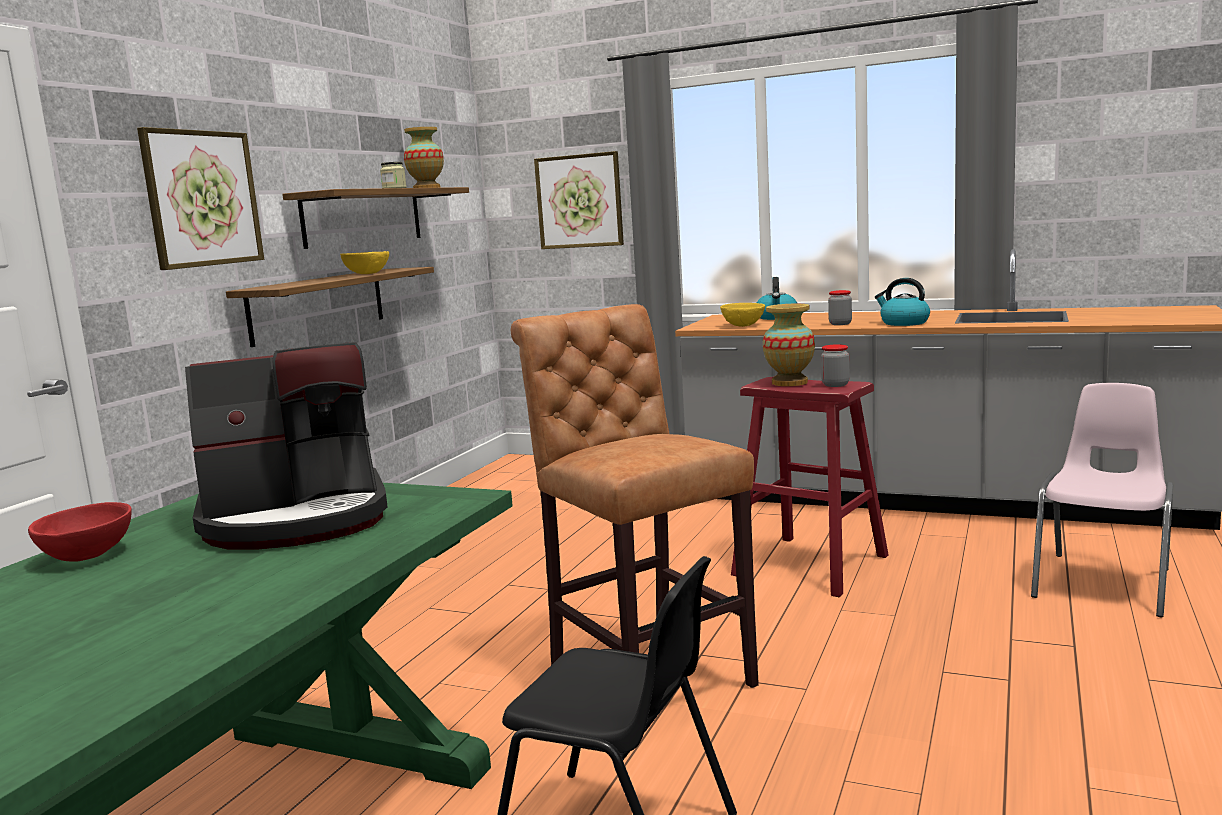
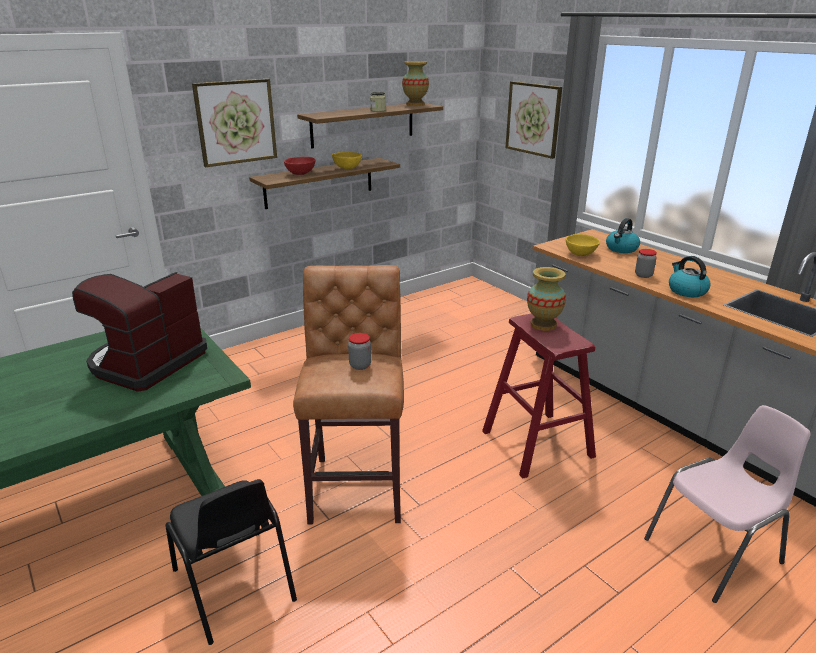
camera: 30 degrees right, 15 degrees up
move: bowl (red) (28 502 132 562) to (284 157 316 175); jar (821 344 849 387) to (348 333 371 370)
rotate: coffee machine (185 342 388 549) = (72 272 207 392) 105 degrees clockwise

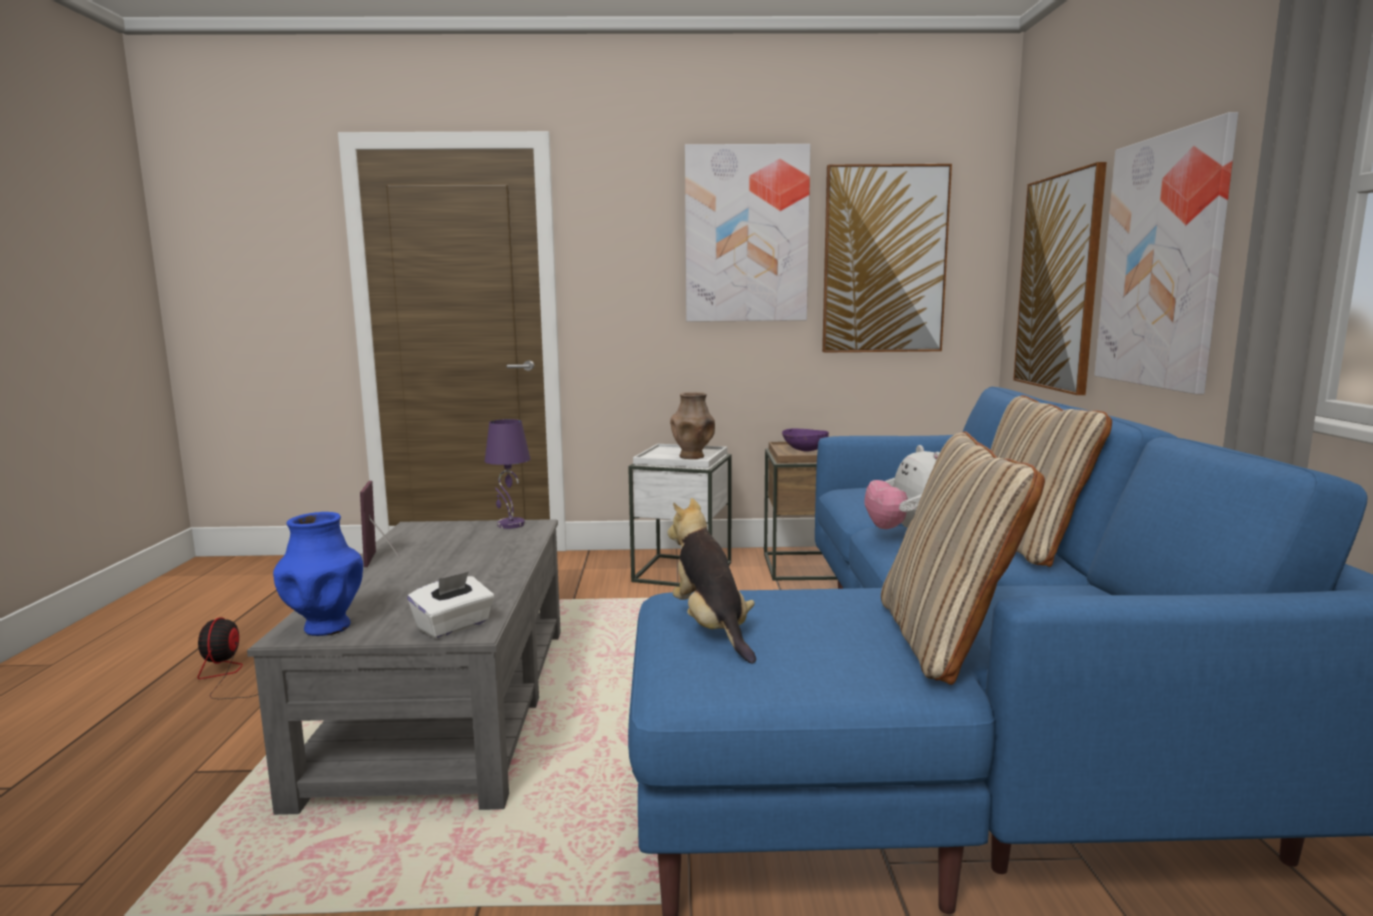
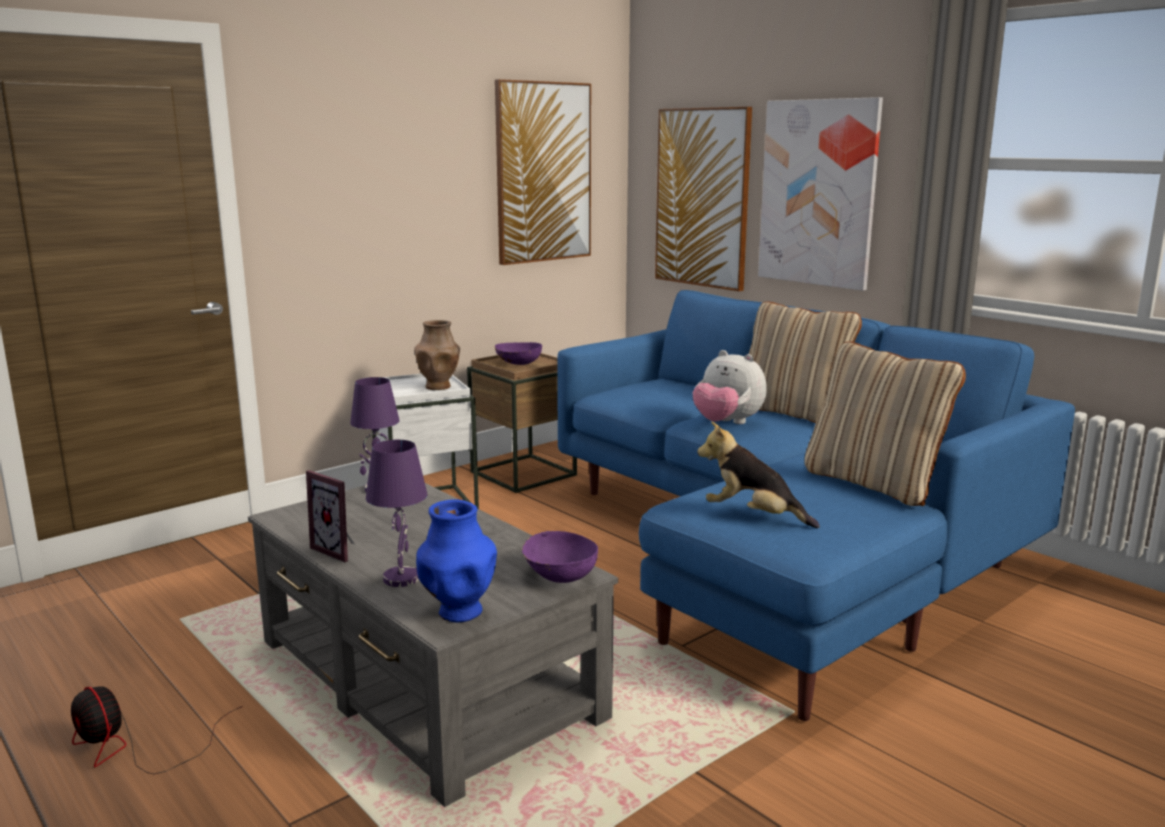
camera: 40 degrees left, 5 degrees up
delete: picture (685 144 811 322)
insert: table lamp (purple) (366 440 427 587)
replace: tissue box (white) (407 571 494 639) to bowl (purple) (522 531 598 583)

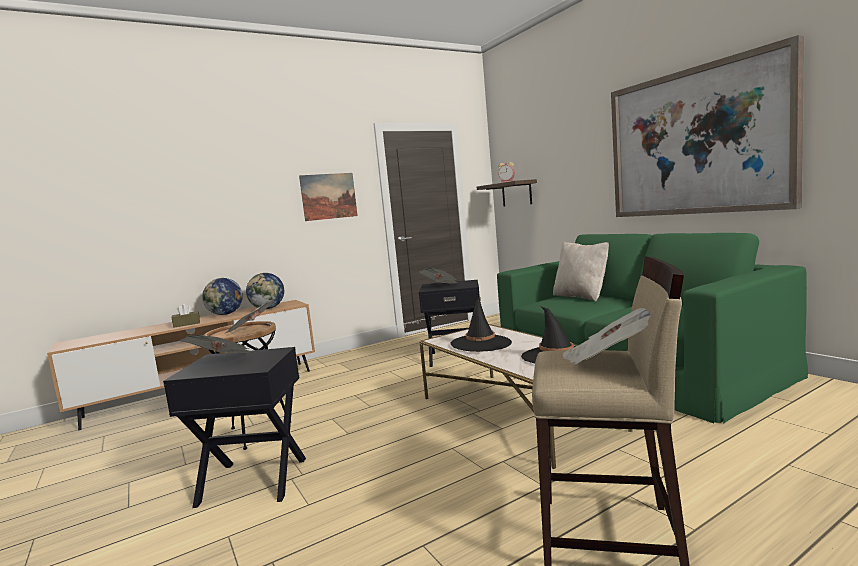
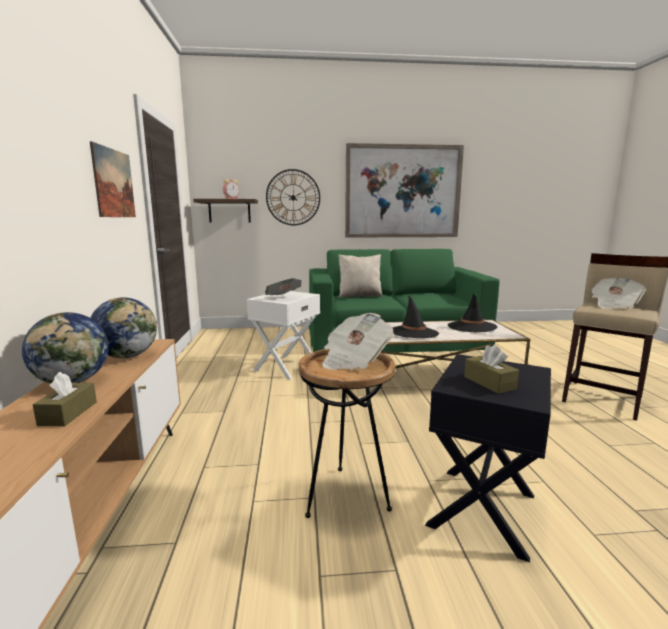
camera: 65 degrees left, 5 degrees up
insert: wall clock (266 169 320 226)
replace: newspaper (180 335 253 353) to tissue box (brown) (464 345 519 394)
recolor: side table (black) (419 280 480 367) to side table (white) (247 291 320 380)

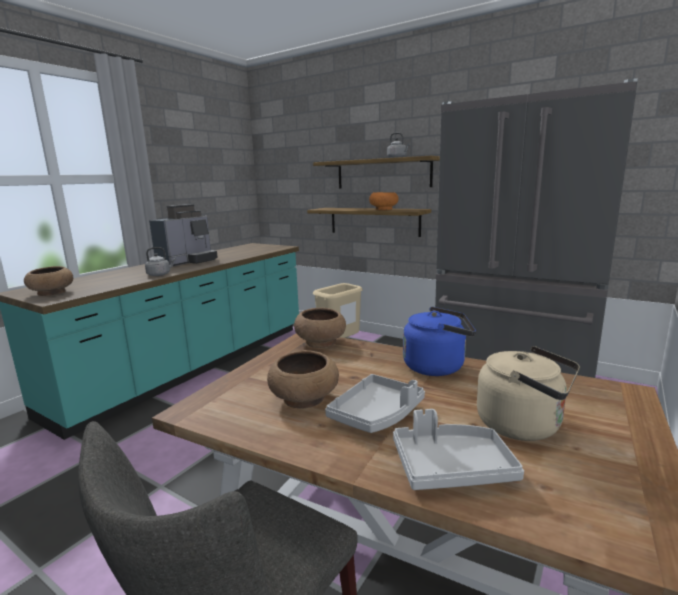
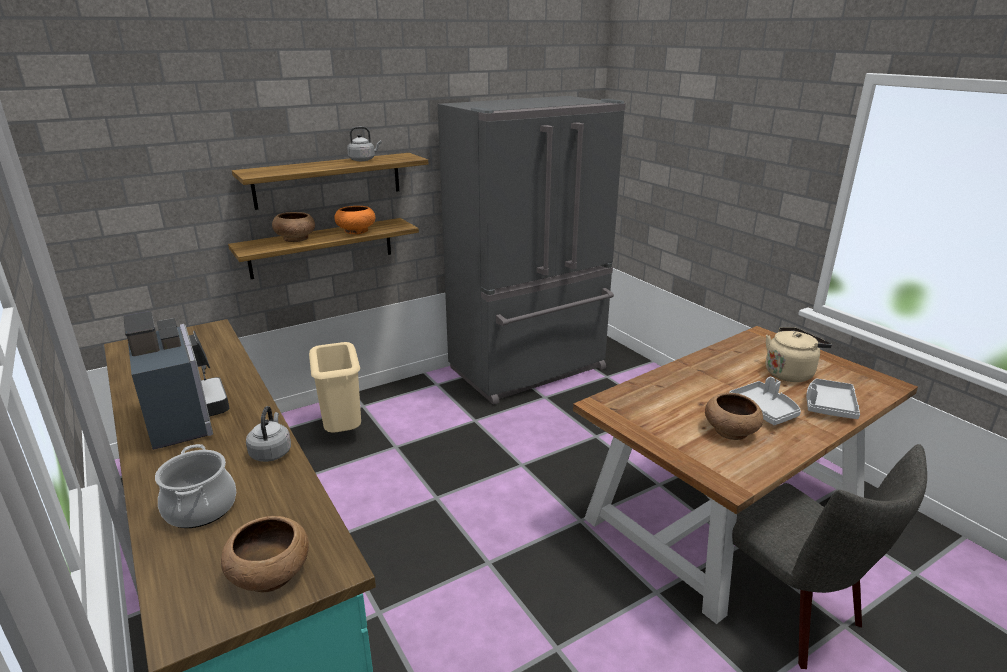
camera: 65 degrees left, 10 degrees up
delete: kettle (blue) (403 307 476 376)
insert: cooking pot (155 444 236 528)
move: bowl (brown) (294 308 346 348) to (272 212 315 242)

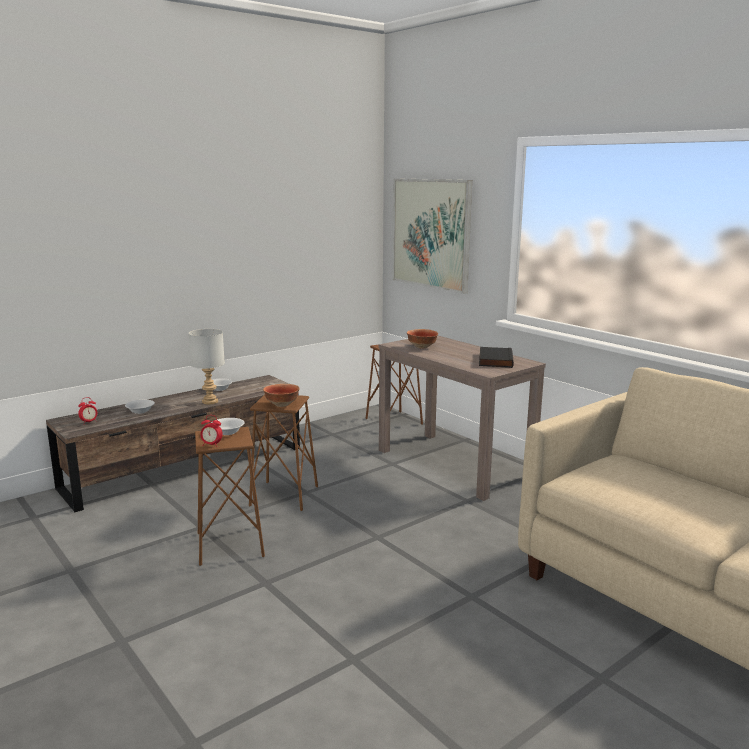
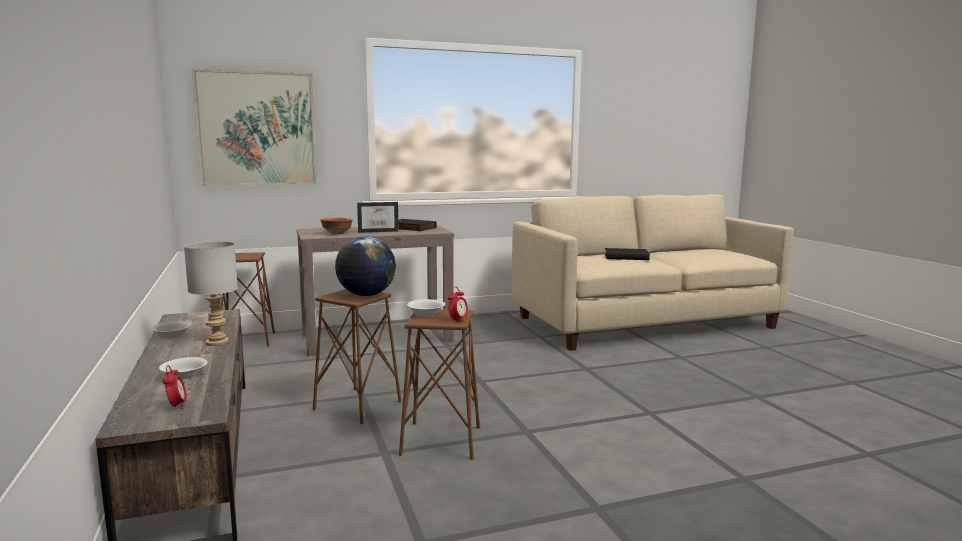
camera: 70 degrees left, 5 degrees down
insert: picture frame (357 202 399 233); book (black) (605 248 650 260)
replace: bowl (263 384 300 407) to globe (335 236 396 296)

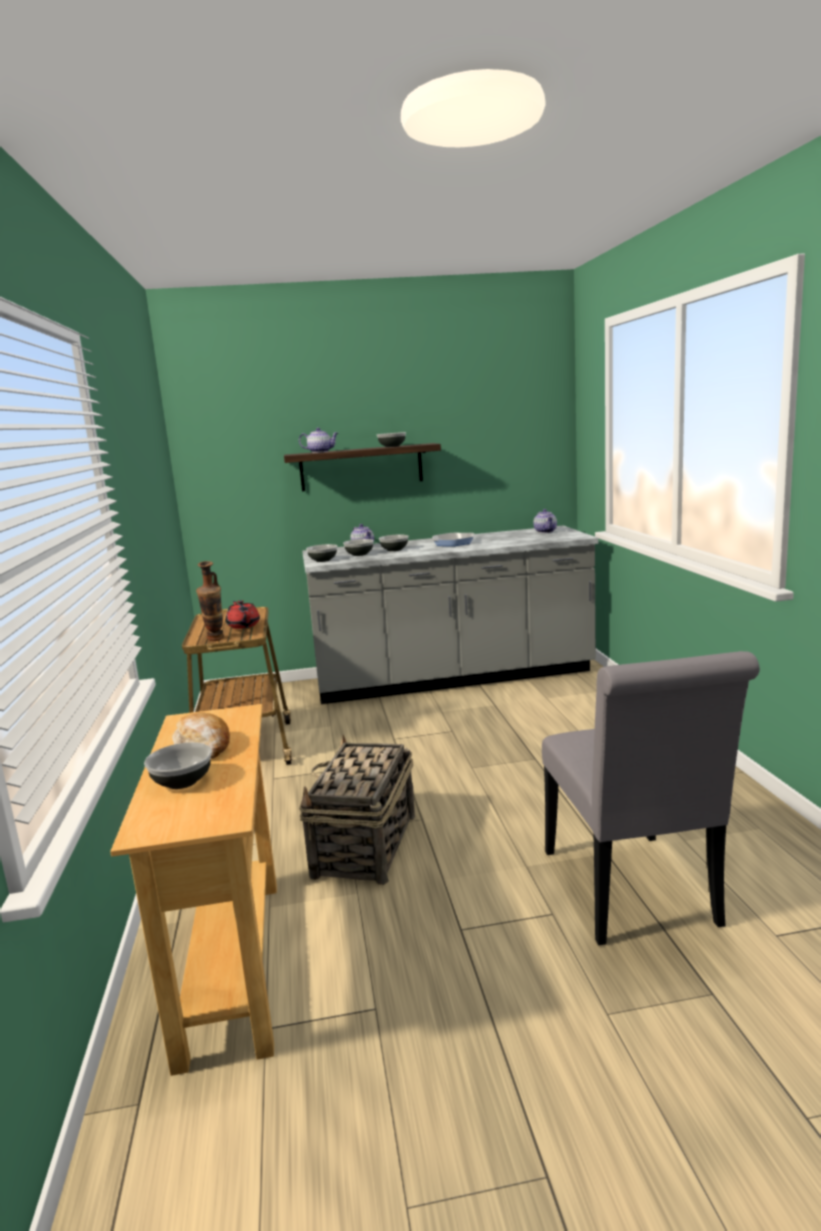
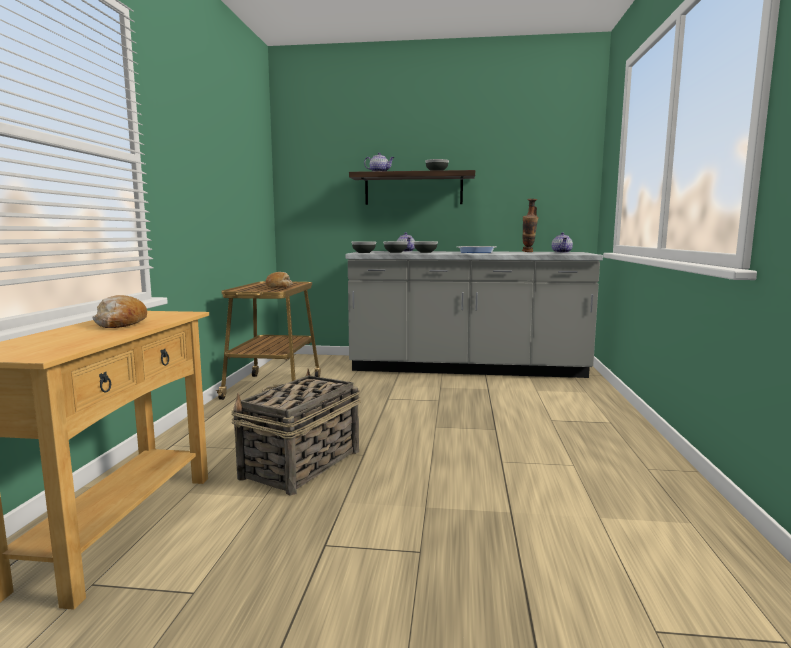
camera: 15 degrees right, 5 degrees down
delete: bowl (144 742 212 789); chair (grey) (542 651 760 945)
move: vase (196 561 224 641) to (522 199 539 252)
replace: teapot (red) (226 600 260 629) to bread (265 272 292 288)

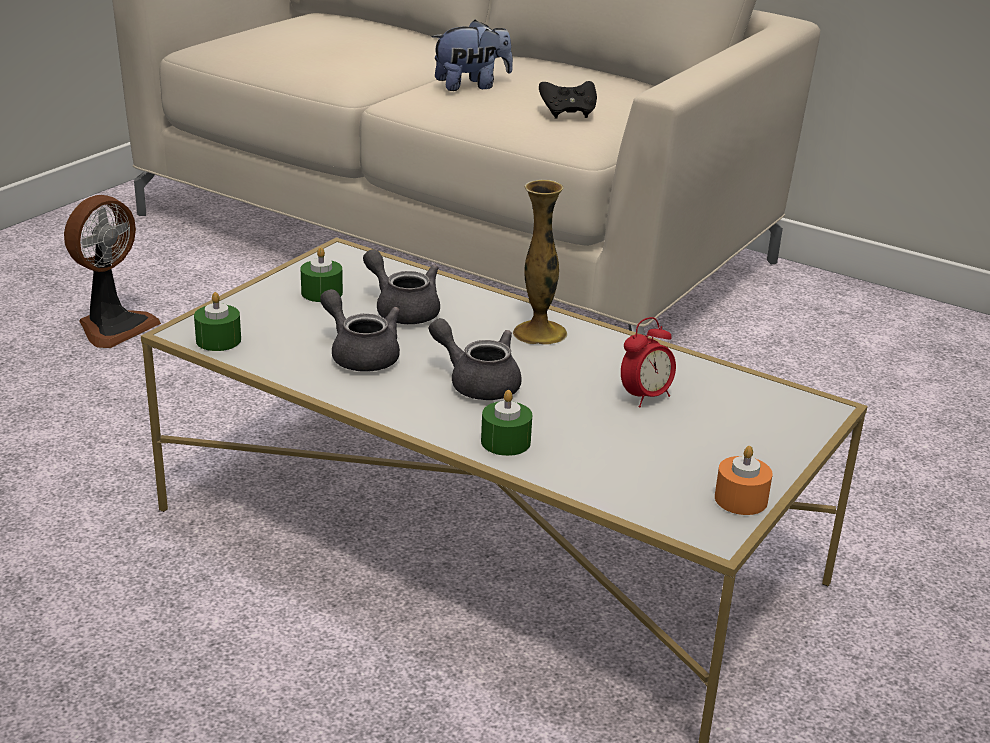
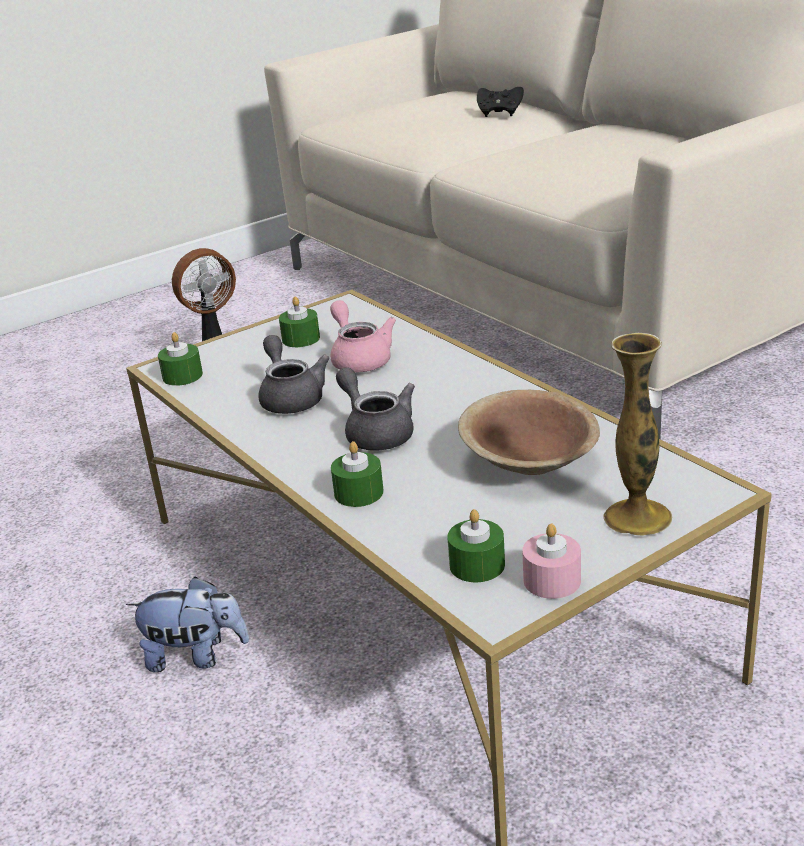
camera: 25 degrees right, 0 degrees up
insert: candle (green) (447 509 505 582)
move: plush toy (432 20 513 91) to (126 577 249 672); game controller (black) (539 81 597 119) to (477 87 524 117); vase (513 180 568 345) to (603 333 672 536)
replace: alarm clock (621 317 676 408) to bowl (brown) (458 390 600 475)
recolor: teapot (grey) (363 249 440 324) to teapot (pink) (330 300 396 373); candle (orange) (715 446 772 515) to candle (pink) (522 523 581 599)

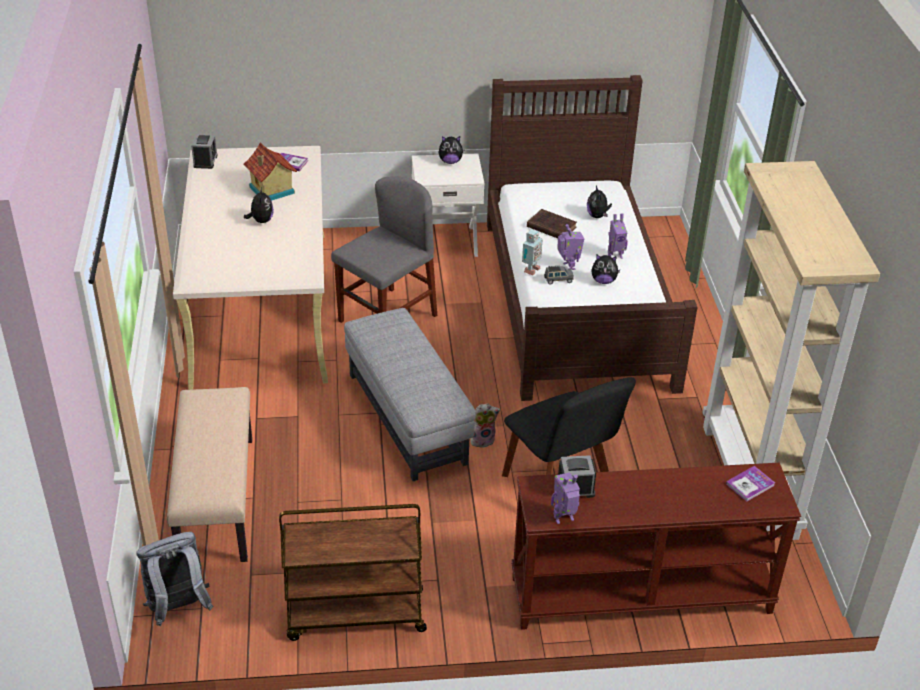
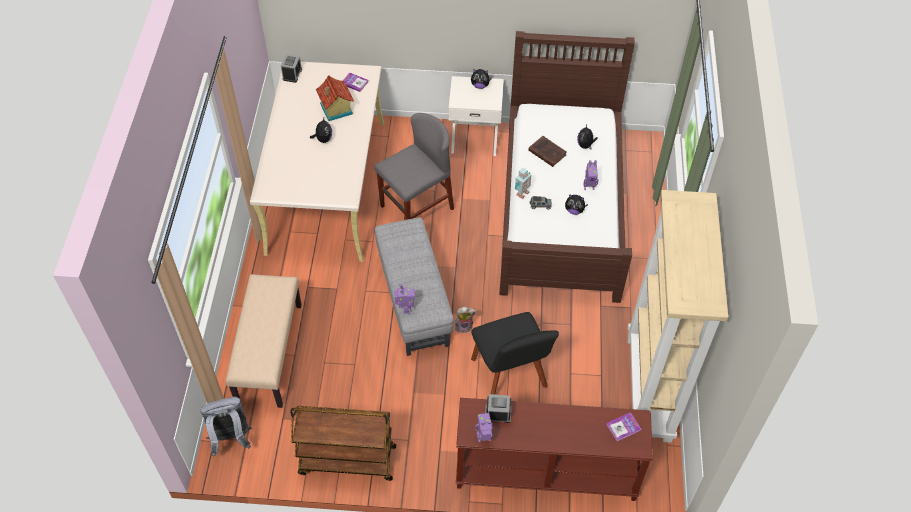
camera: 10 degrees right, 15 degrees up
move: toy robot (557 224 584 270) to (394 284 415 314)

